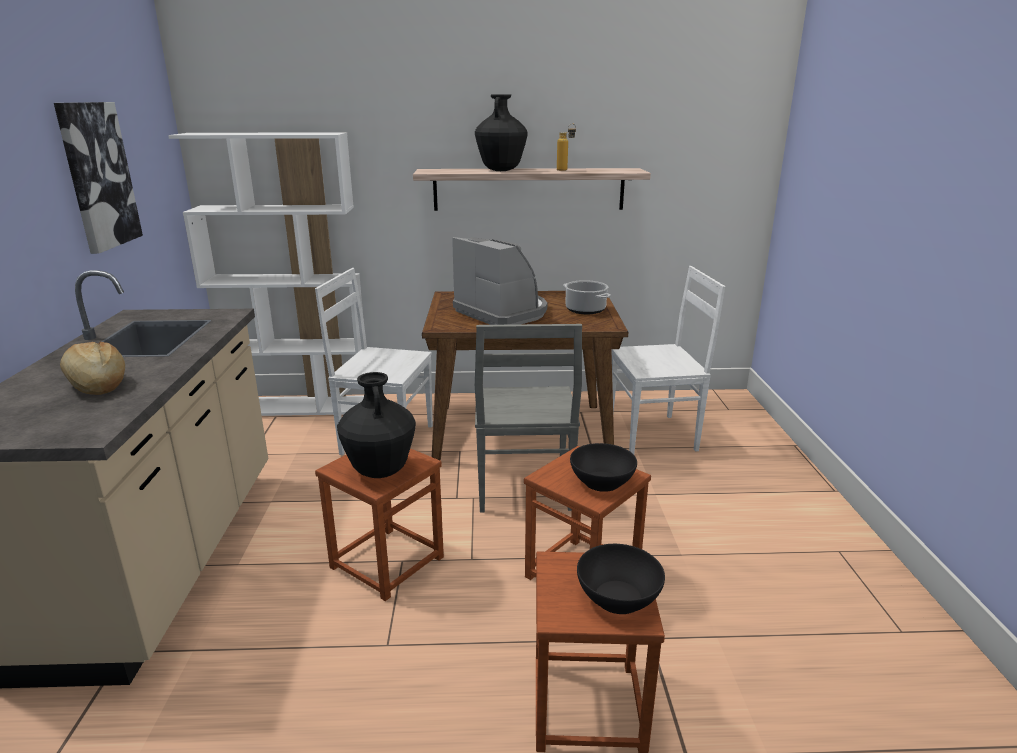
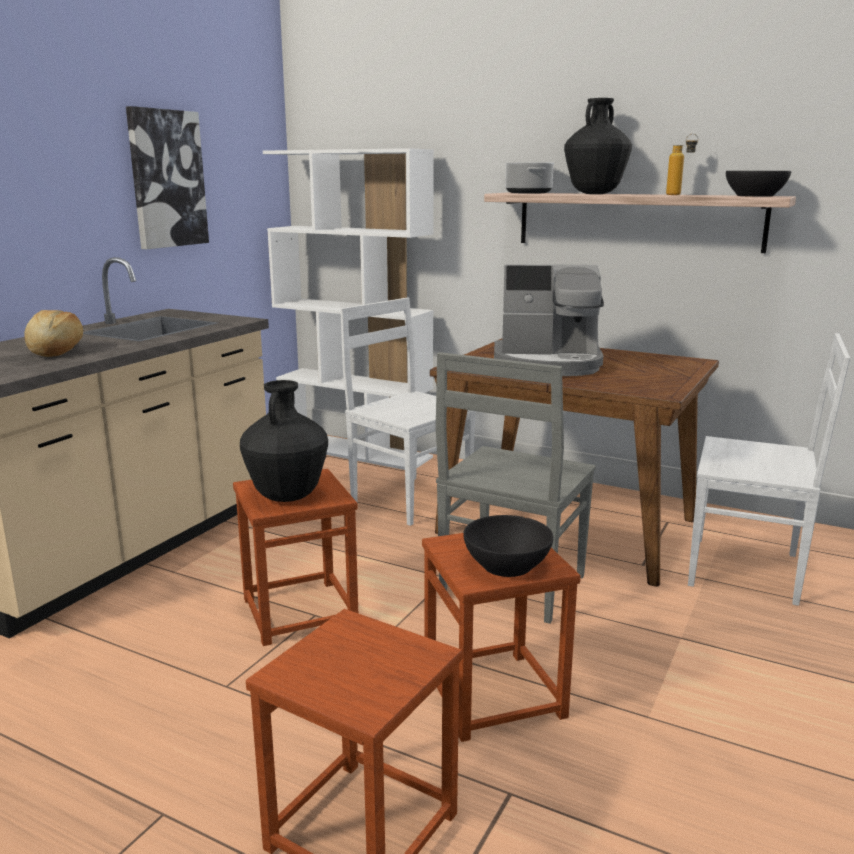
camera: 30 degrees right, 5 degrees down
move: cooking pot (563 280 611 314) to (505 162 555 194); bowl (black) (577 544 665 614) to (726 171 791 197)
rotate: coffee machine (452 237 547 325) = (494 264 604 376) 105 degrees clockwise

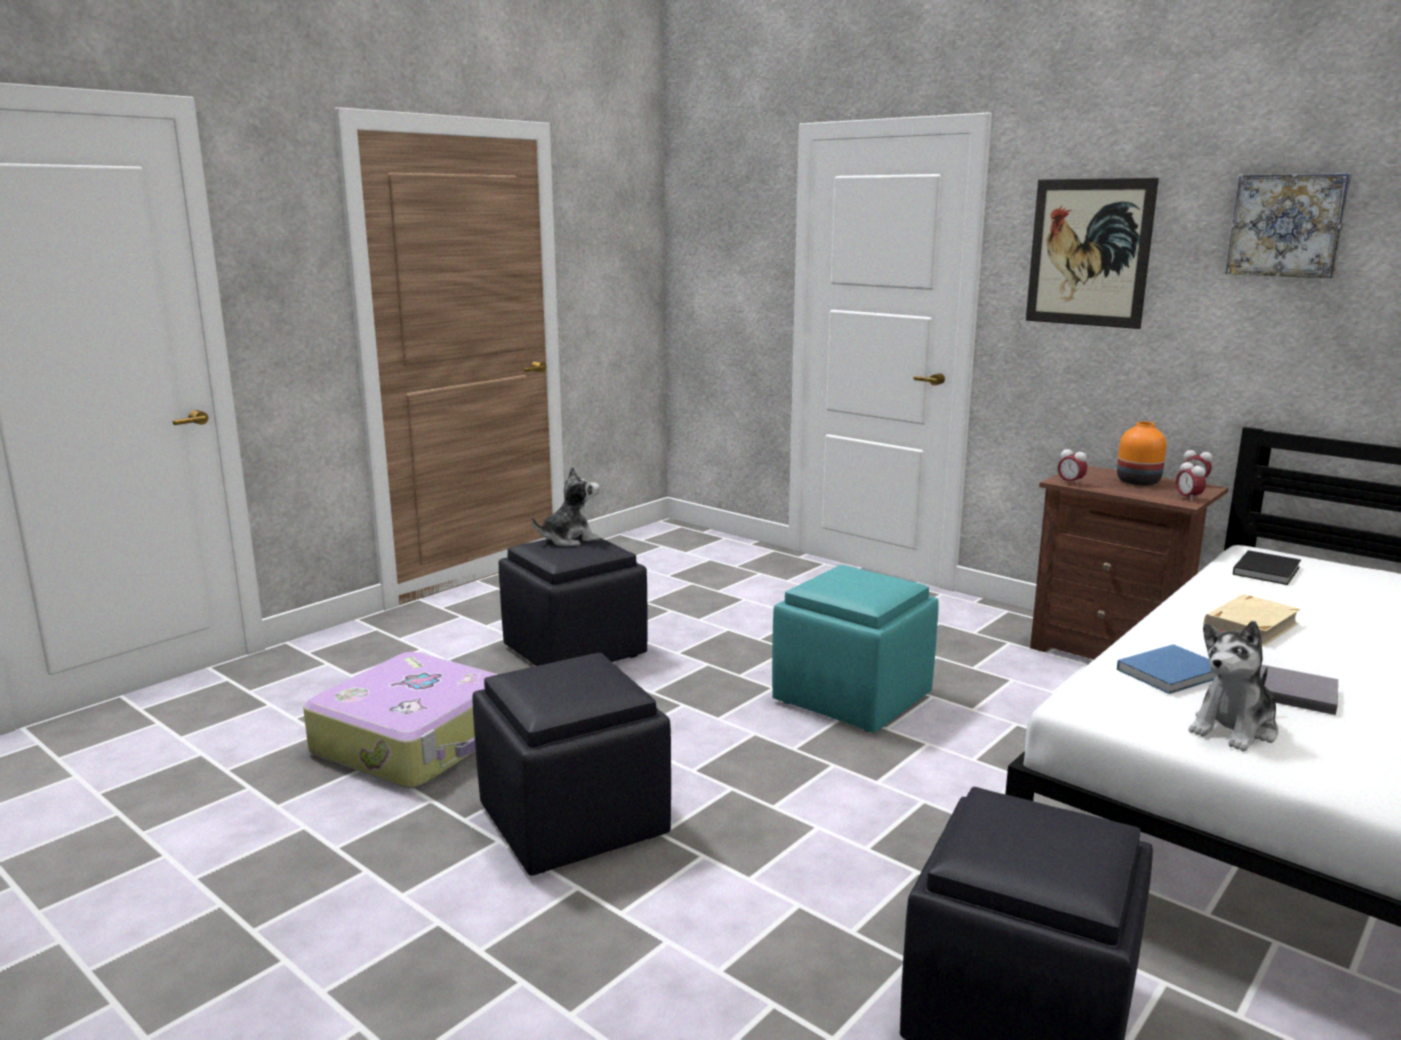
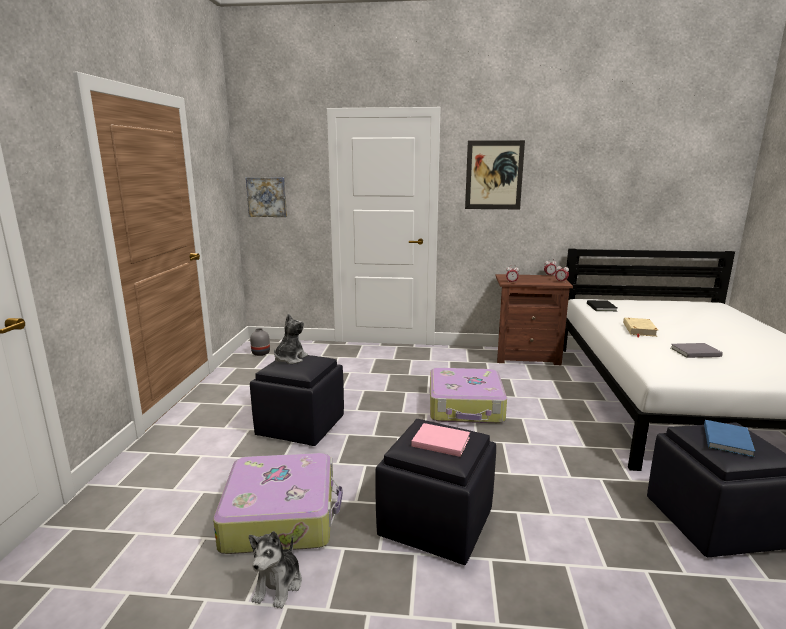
camera: 35 degrees left, 0 degrees up
delete: vase (orange) (1117 421 1167 486)
insert: vase (grey) (250 328 270 356); book (pink) (411 423 470 457)
move: picture (1226 173 1352 278) to (246 177 287 217); plush toy (1188 621 1278 752) to (249 531 302 609); book (blue) (1117 644 1217 694) to (704 420 756 457)
replace: ottoman (turquoise) (772 565 939 733) to suitcase (430 368 507 423)

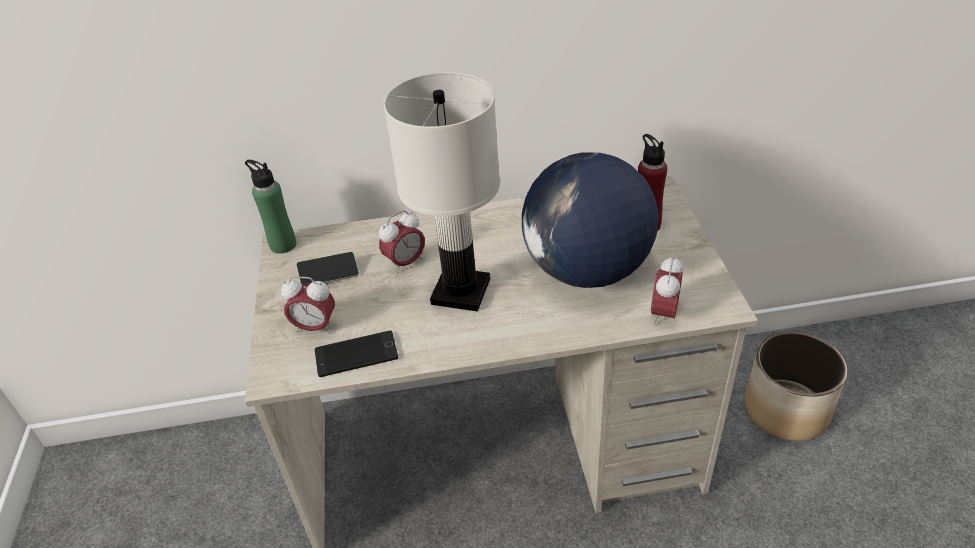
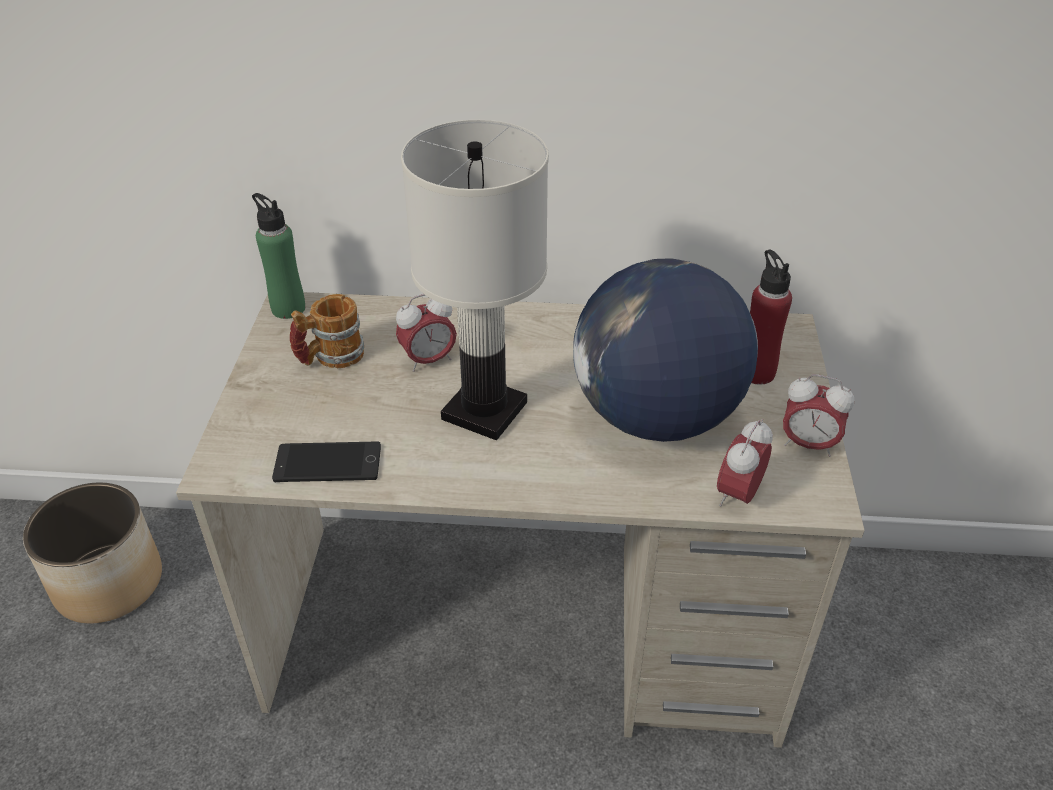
camera: 10 degrees right, 0 degrees up
move: planter (745 331 847 441) to (23 482 162 624); alarm clock (281 276 335 334) to (783 374 854 457)
replace: phone (296 251 360 284) to mug (290 294 364 369)

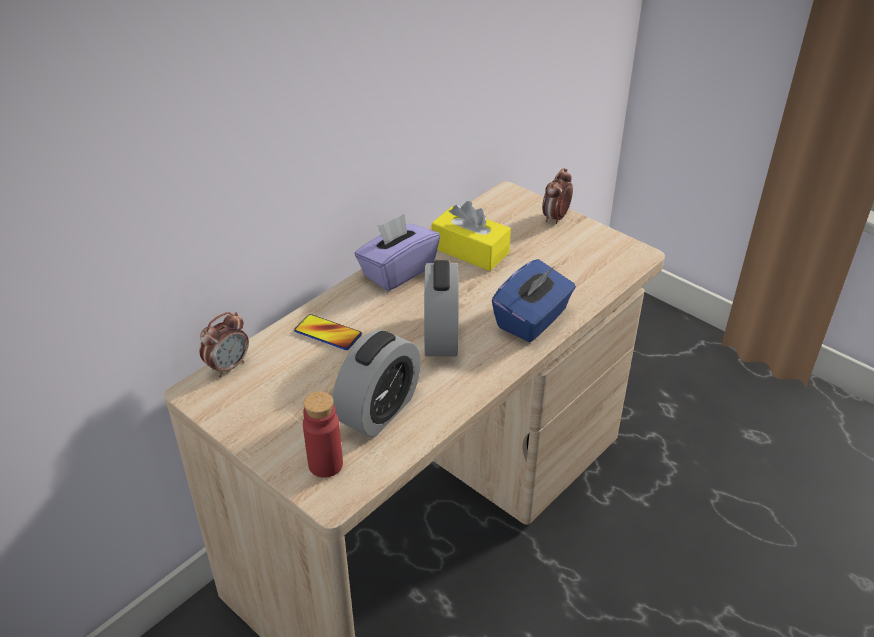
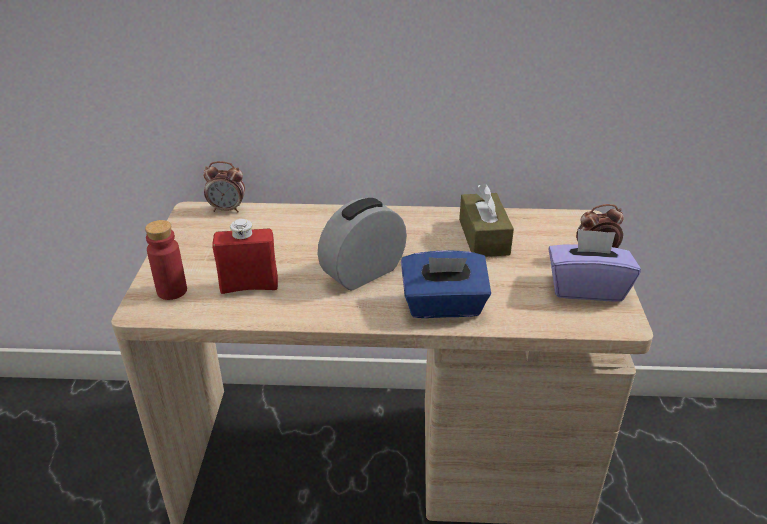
camera: 50 degrees right, 5 degrees down
delete: phone (294 314 362 350)
move: tissue box (purple) (354 214 440 291) to (548 229 641 302)
replace: alarm clock (332 330 421 437) to bottle (red) (212 219 278 294)
recolor: tissue box (yellow) (431 201 511 271) to tissue box (brown) (459 184 514 257)

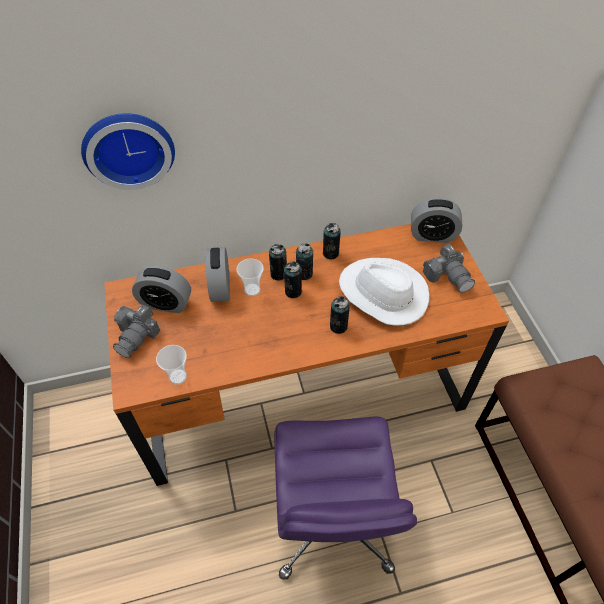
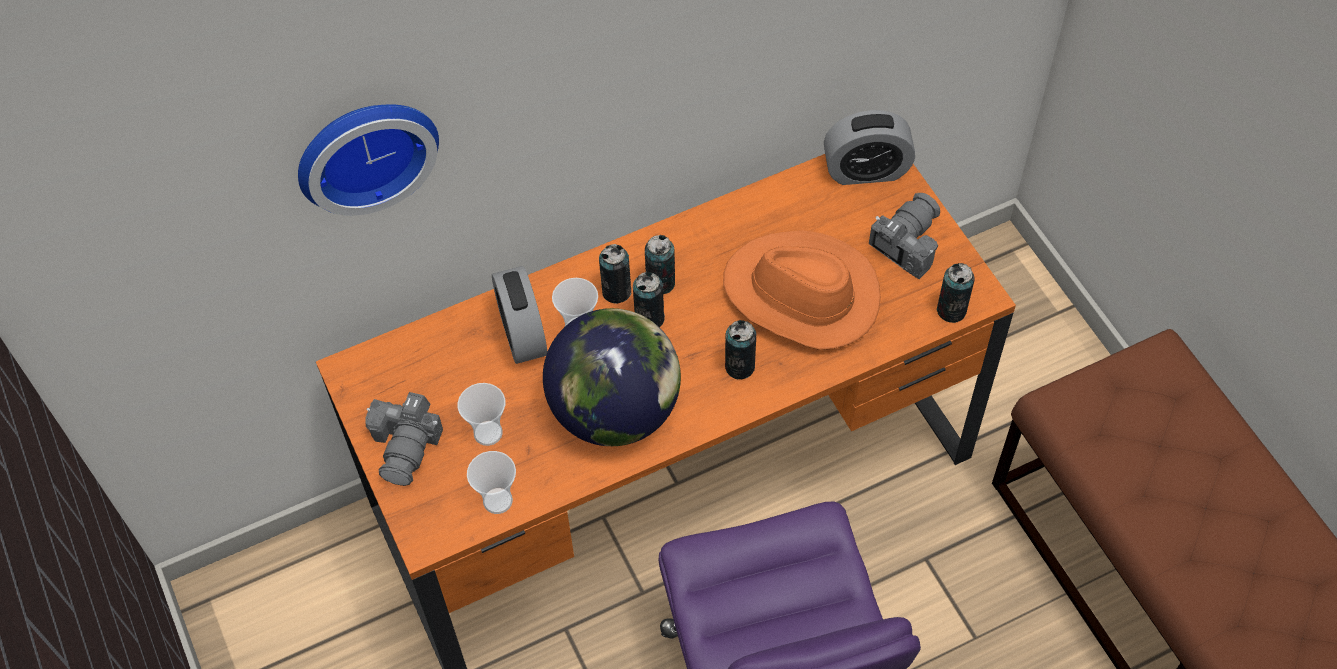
camera: 10 degrees left, 5 degrees up
delete: alarm clock (132 266 191 313)
insert: cup (458 383 506 446); globe (543 308 681 446)
move: can (323 223 341 259) to (937 263 975 323)
recolor: hat (white) (339 258 429 326) to hat (orange) (723 230 881 350)
rotate: photo camera (423 244 475 292) = (869 193 940 279) 105 degrees counterclockwise

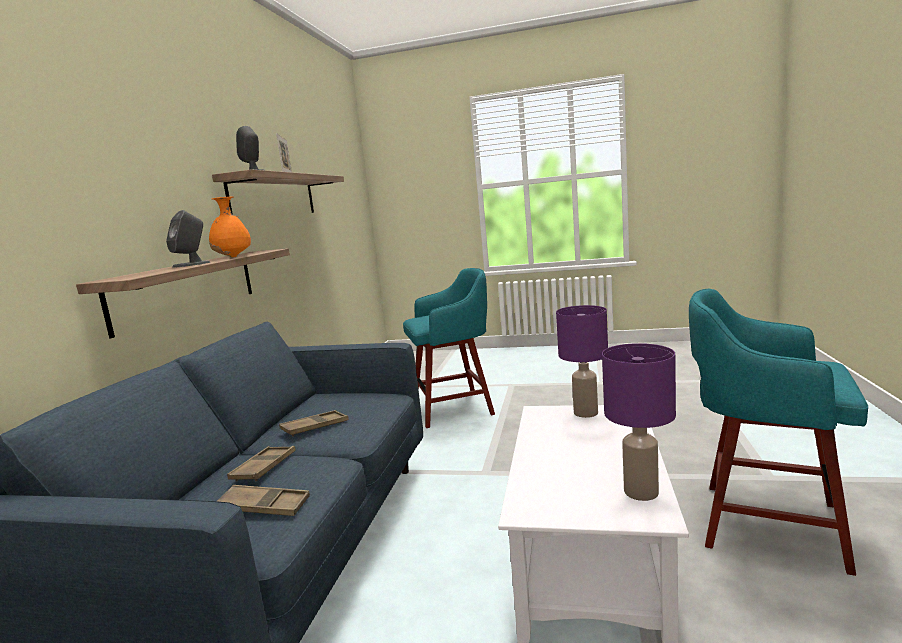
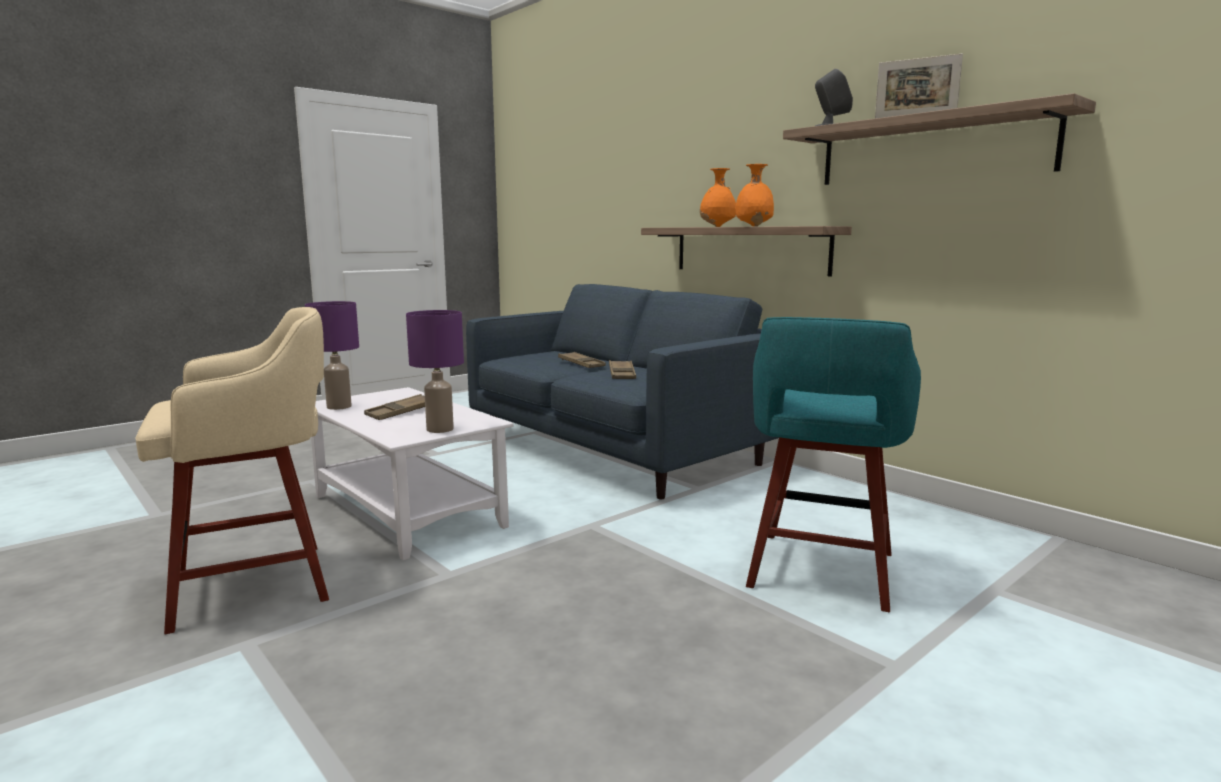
camera: 125 degrees right, 0 degrees up
move: tray (brown) (217 485 310 516) to (364 394 425 420)
replace: speaker (grey) (166 210 210 268) to vase (orange) (700 168 736 227)
recolor: stool (turquoise) (689 289 868 576) to stool (beige) (135 307 329 634)

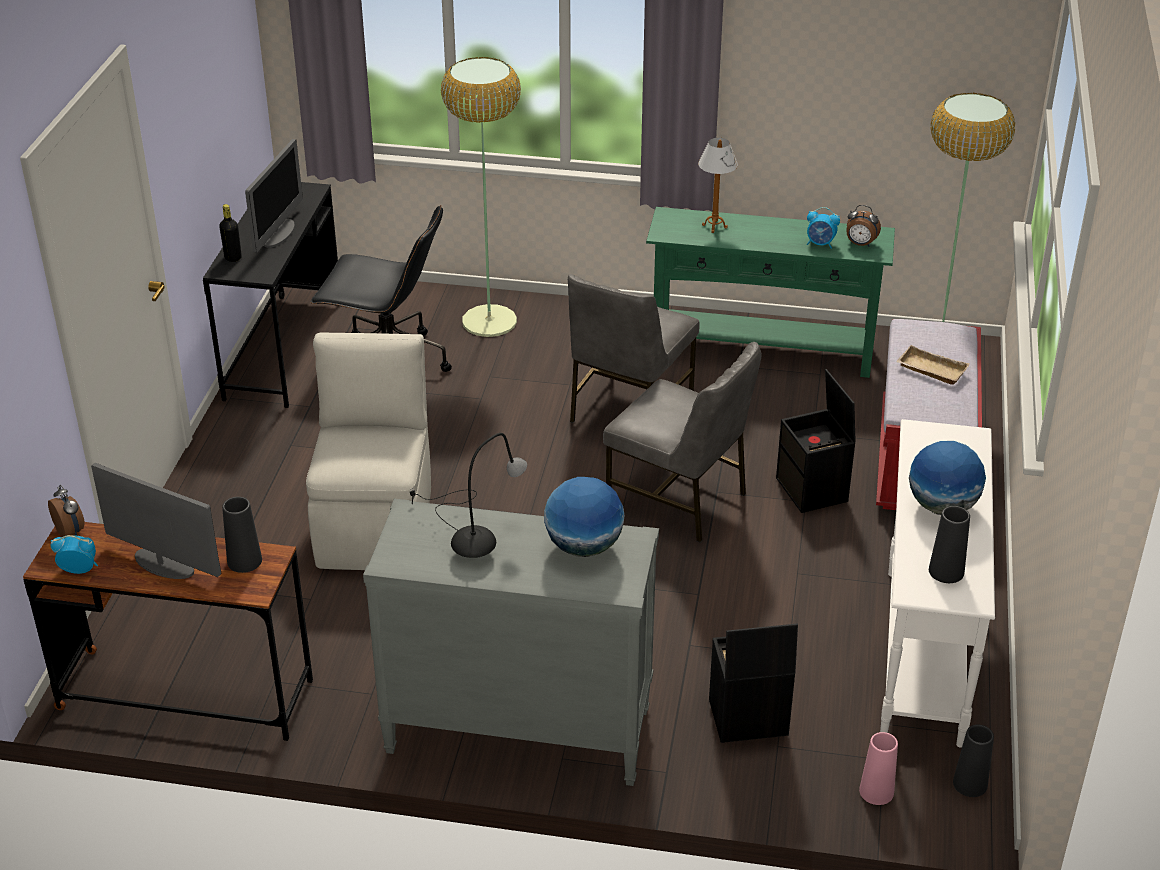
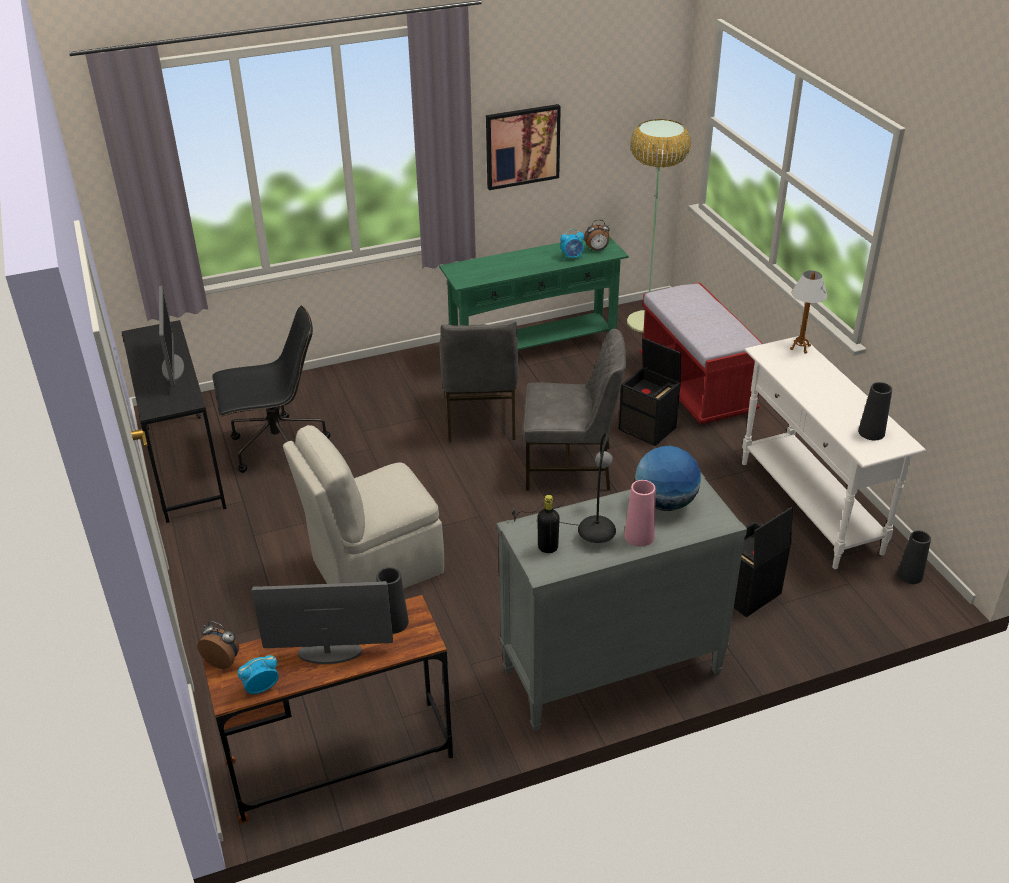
camera: 30 degrees left, 0 degrees up
delete: floor lamp (441 57 521 337); tray (beige) (896 345 969 385); globe (909 441 986 515)
insert: picture (486 104 561 190)
move: bottle (black) (219 204 242 262) to (537 495 560 553); vase (pink) (859 732 898 805) to (624 480 656 547); table lamp (698 138 738 233) to (790 270 827 354)
rotate: chair (beige) (306 332 431 570) = (283 425 444 589) 90 degrees counterclockwise

